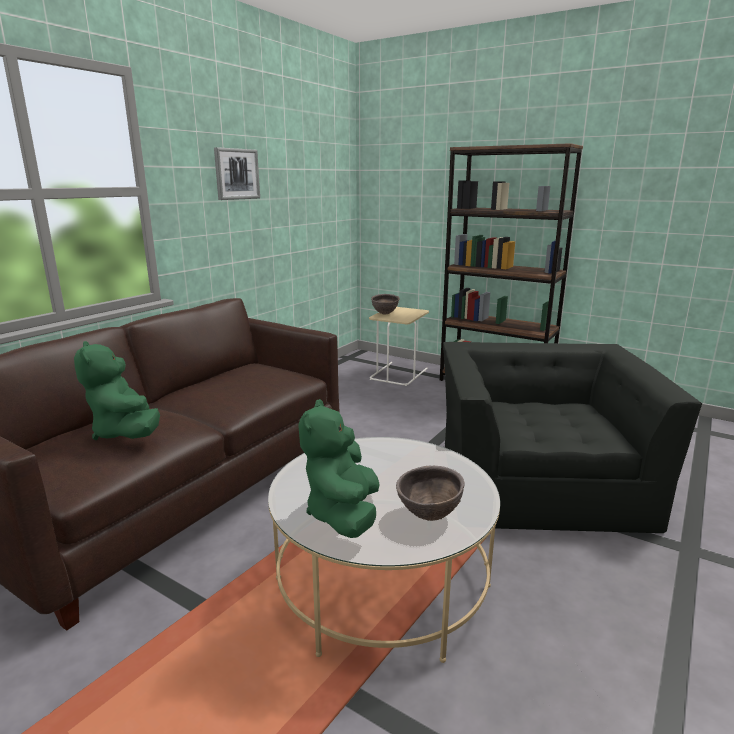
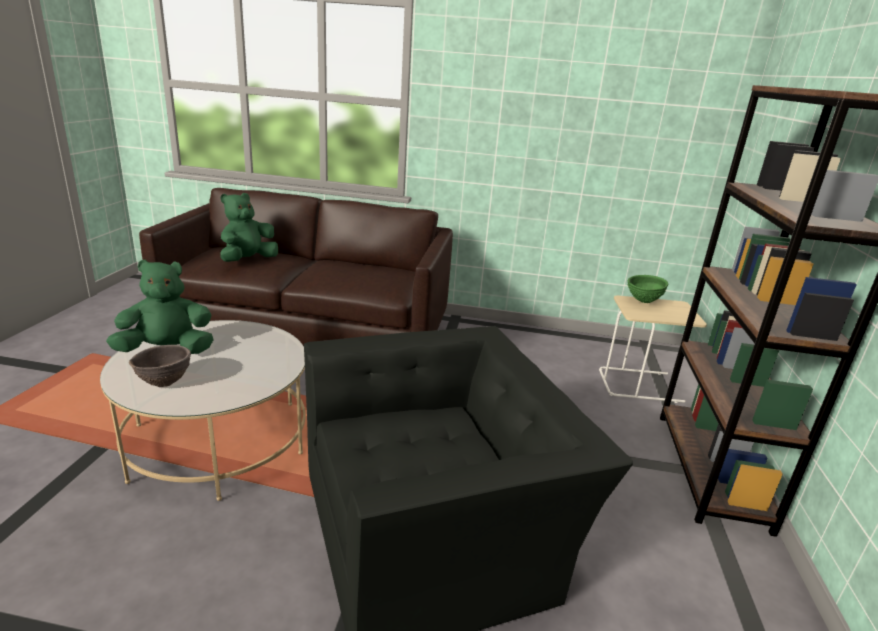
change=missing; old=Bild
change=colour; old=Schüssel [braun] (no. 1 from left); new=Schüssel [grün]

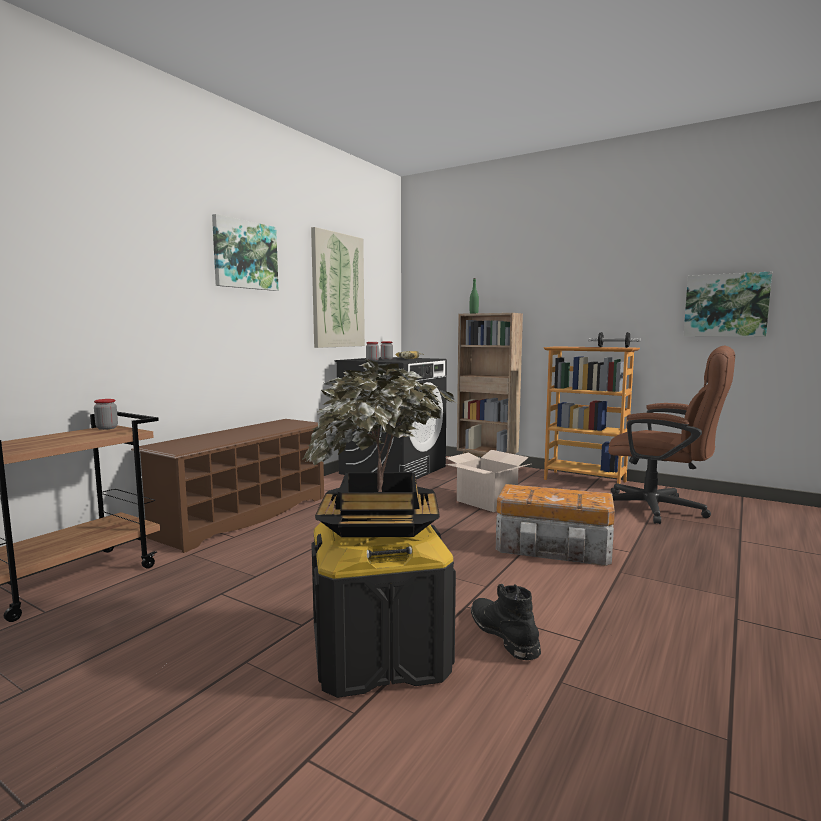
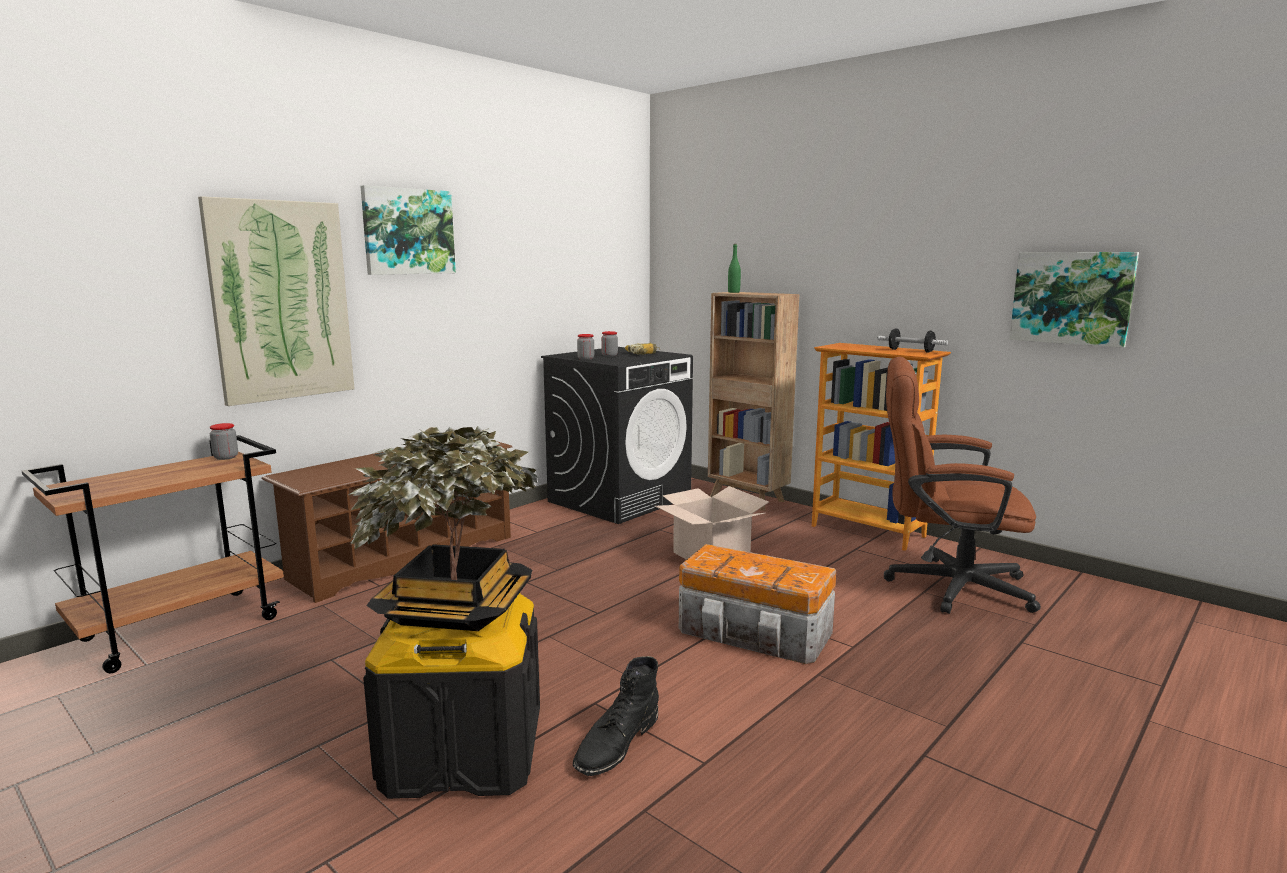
change=relocated; old=Bild (no. 2 from left in the first image); new=Bild (no. 1 from left)
change=spun; old=Stiefel [schwarz]; degrees=-135
change=spun; old=Bürostuhl [braun]; degrees=150

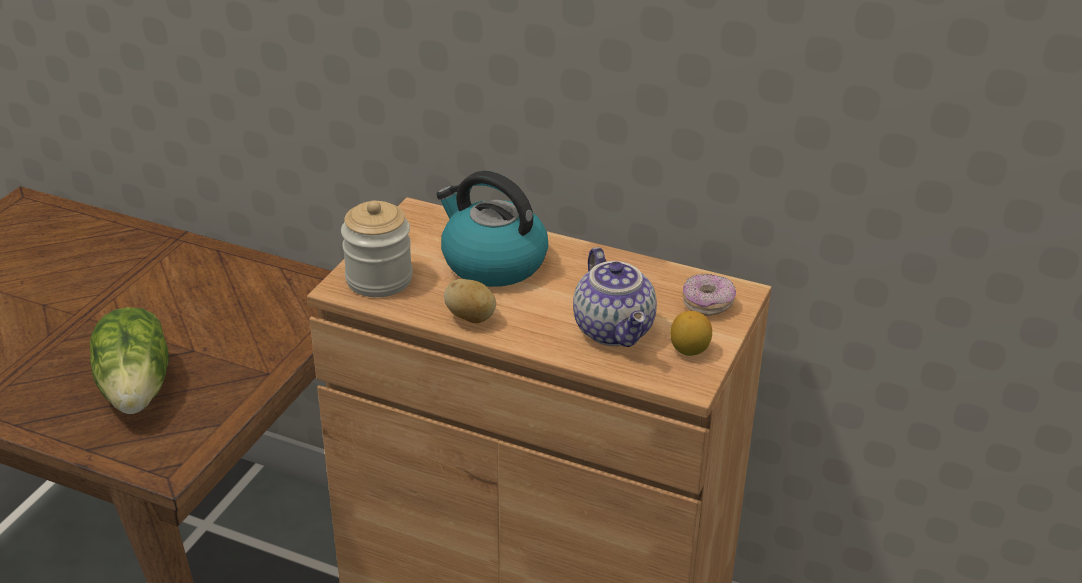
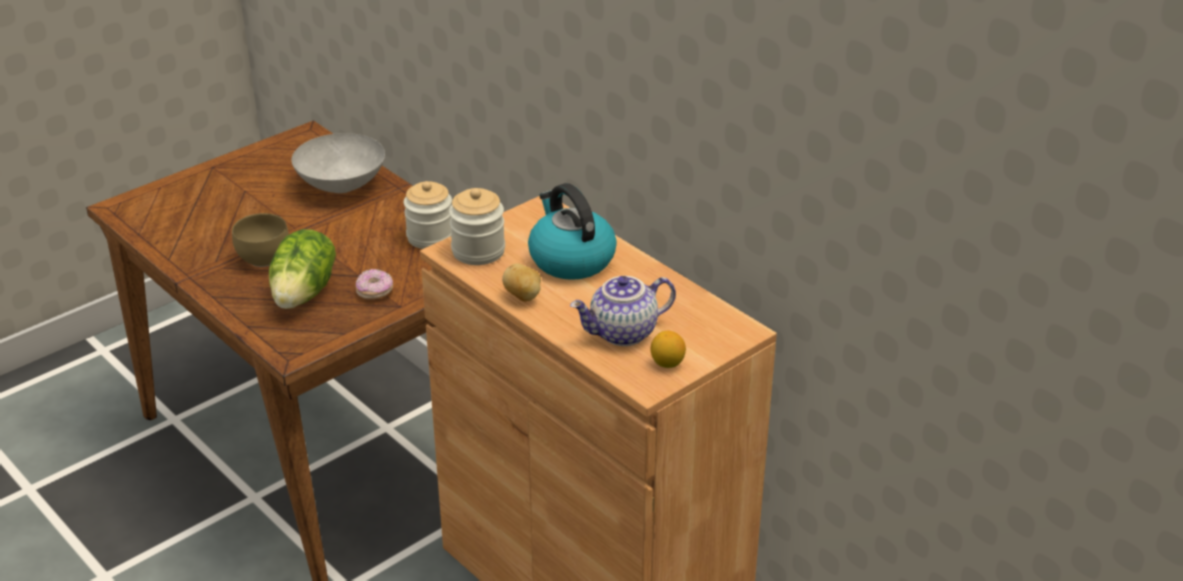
change=spun; old=Teekanne; degrees=60
change=relocated; old=Donut
change=appeared; new=Schüssel [braun]
change=appeared; new=Schüssel [grau]
change=appeared; new=Vorratsglas (no. 1 from left)

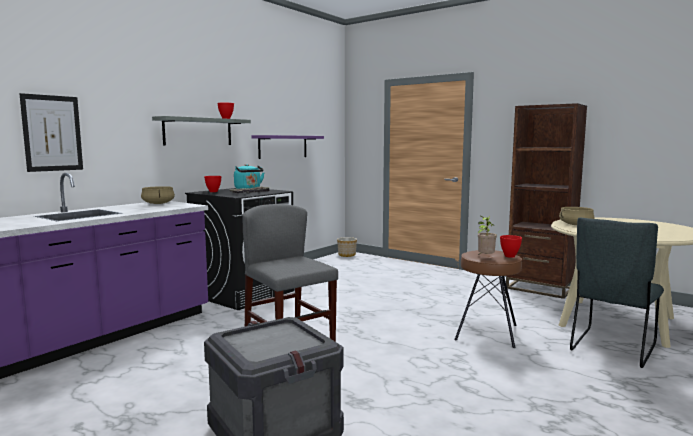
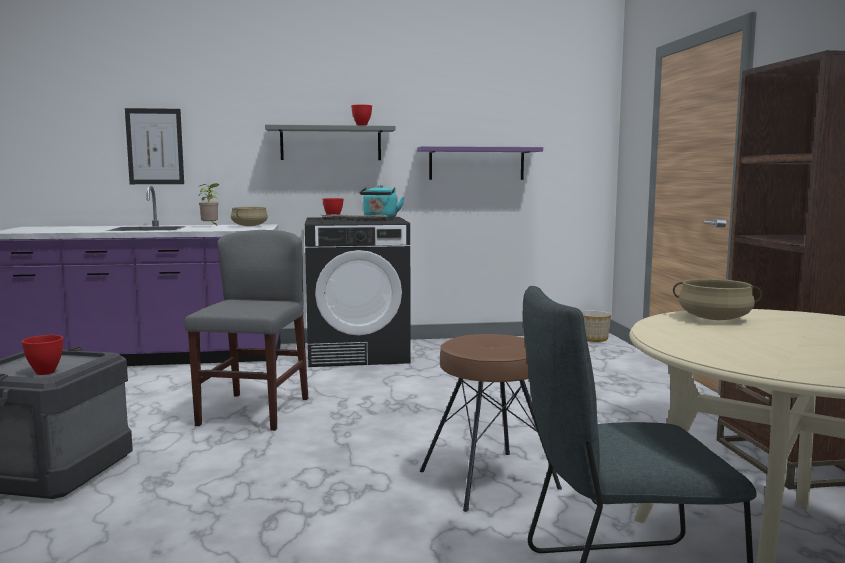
change=relocated; old=Topfpflanze
change=relocated; old=Schüssel [rot] (no. 3 from left in the first image); new=Schüssel [rot] (no. 1 from left)

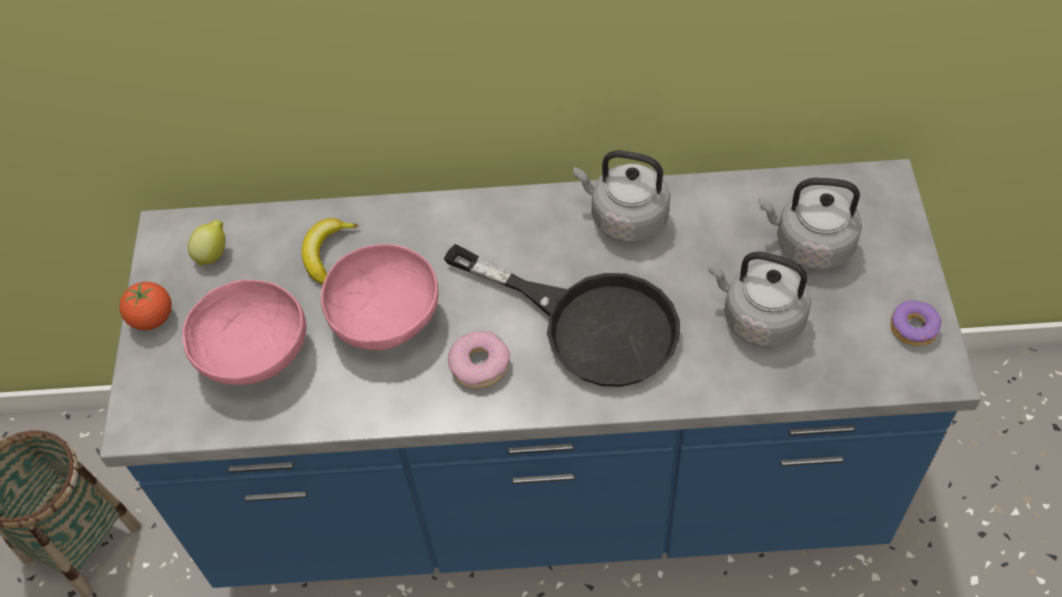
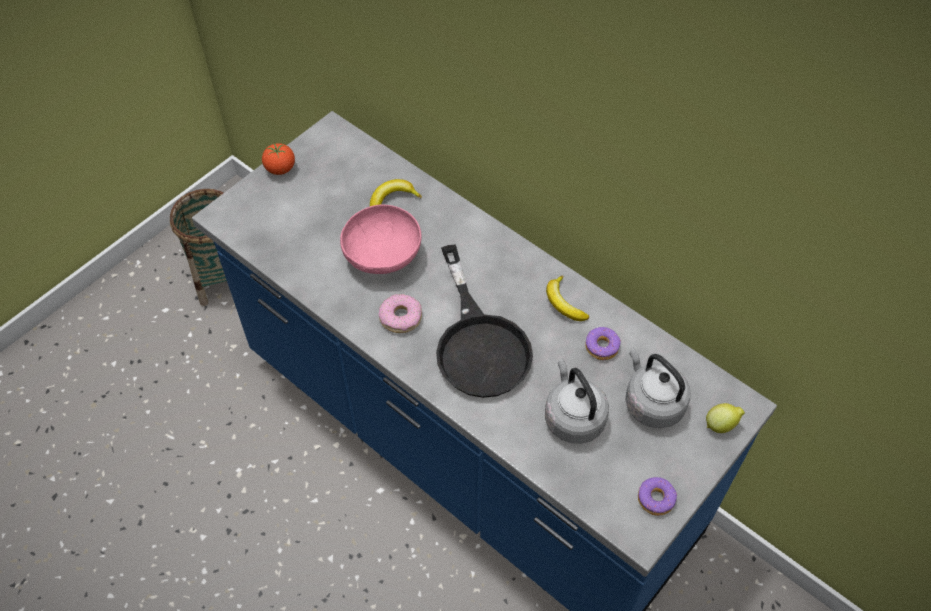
change=missing; old=Schüssel [rosa] (no. 1 from left)
change=relocated; old=Zitrone
change=exchanged; old=Wasserkessel [grau] (no. 1 from left); new=Banane (no. 2 from left)
change=appeared; new=Donut (no. 2 from left)

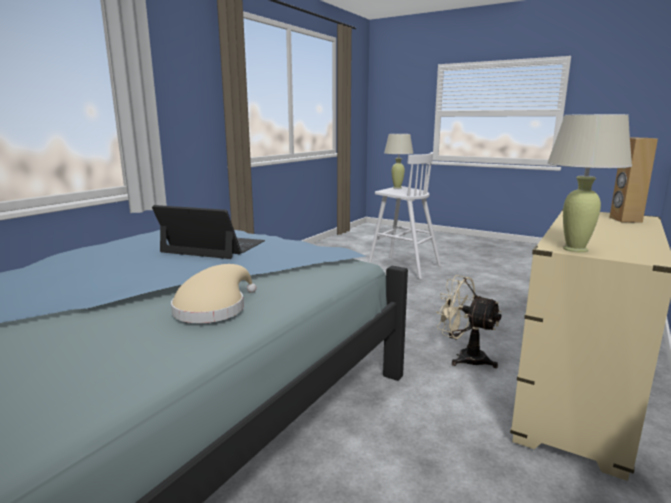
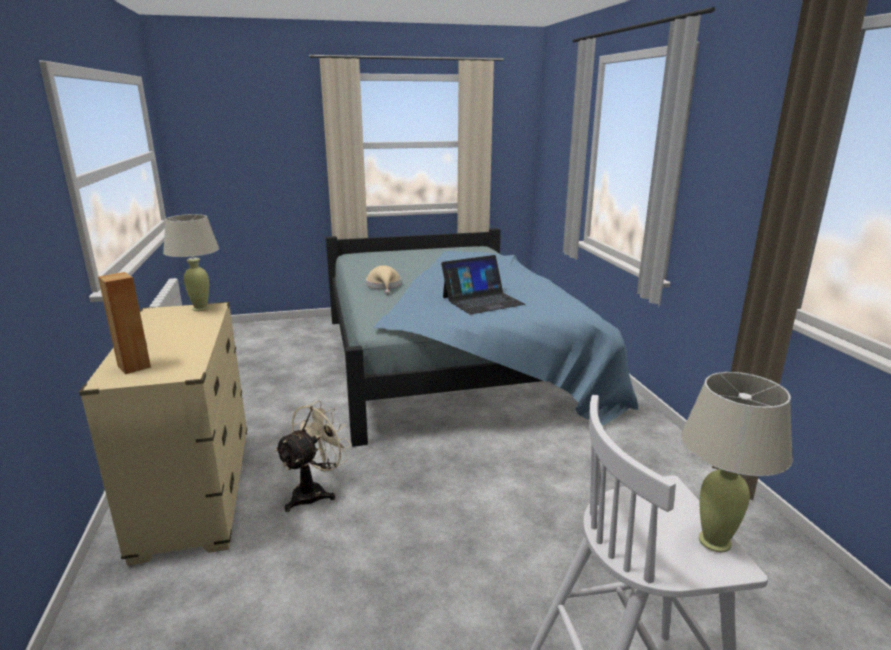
change=spun; old=Ventilator [beige]; degrees=-45

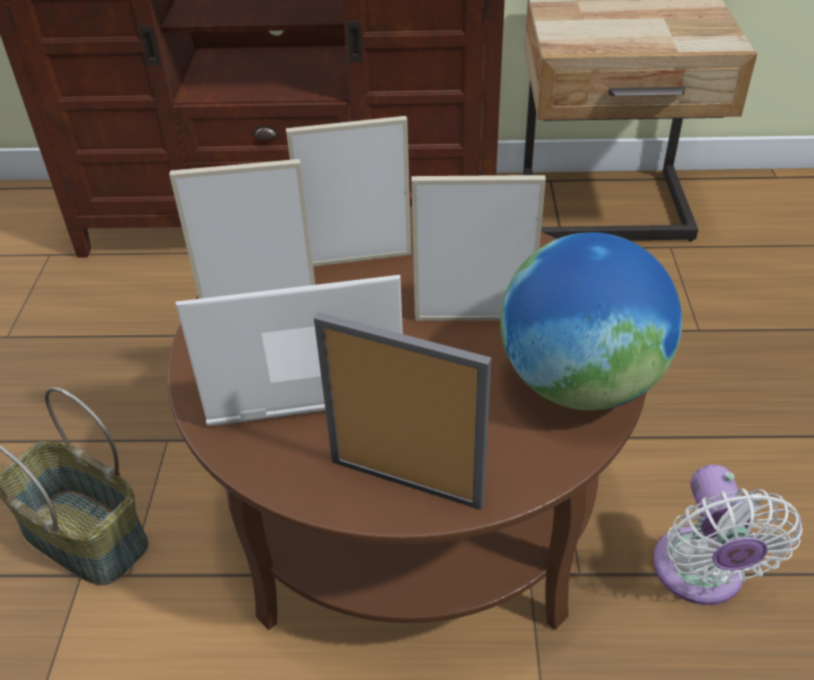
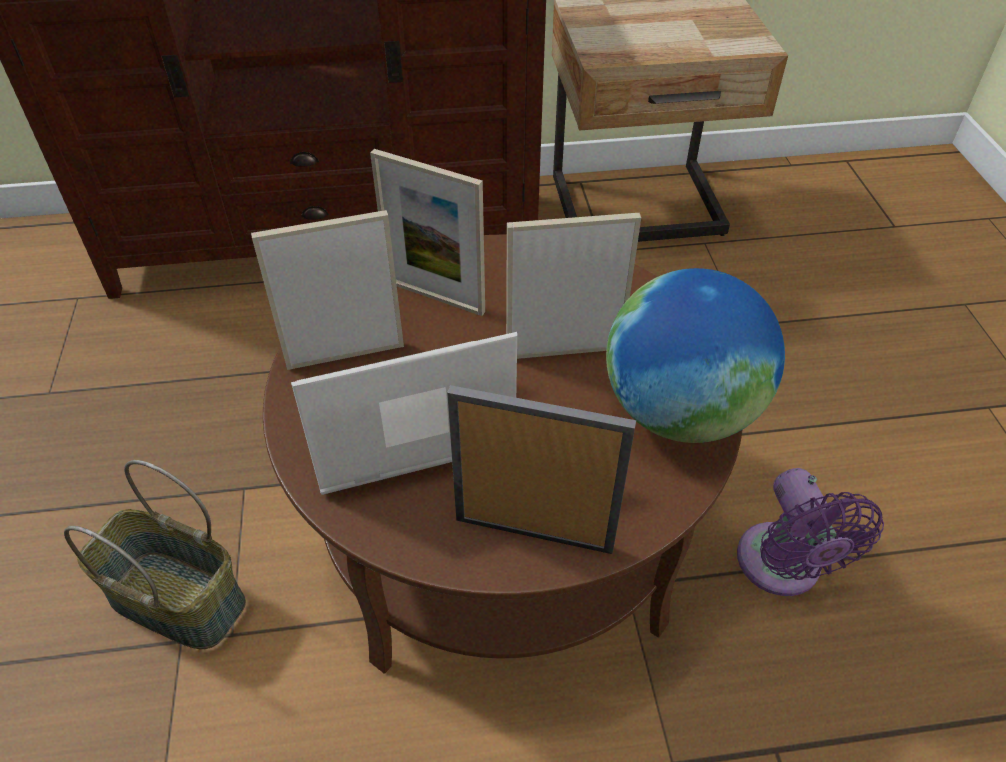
change=spun; old=Bilderrahmen (no. 2 from left); degrees=-135
change=colour; old=Ventilator [weiß]; new=Ventilator [lila]

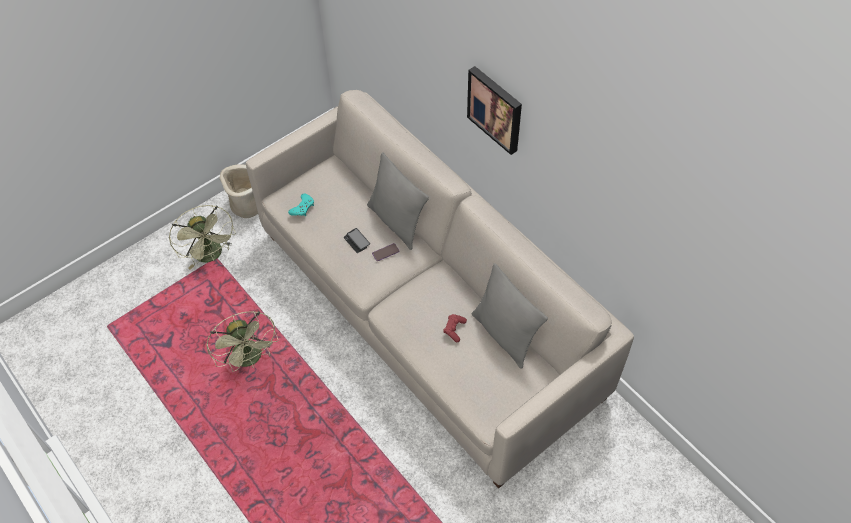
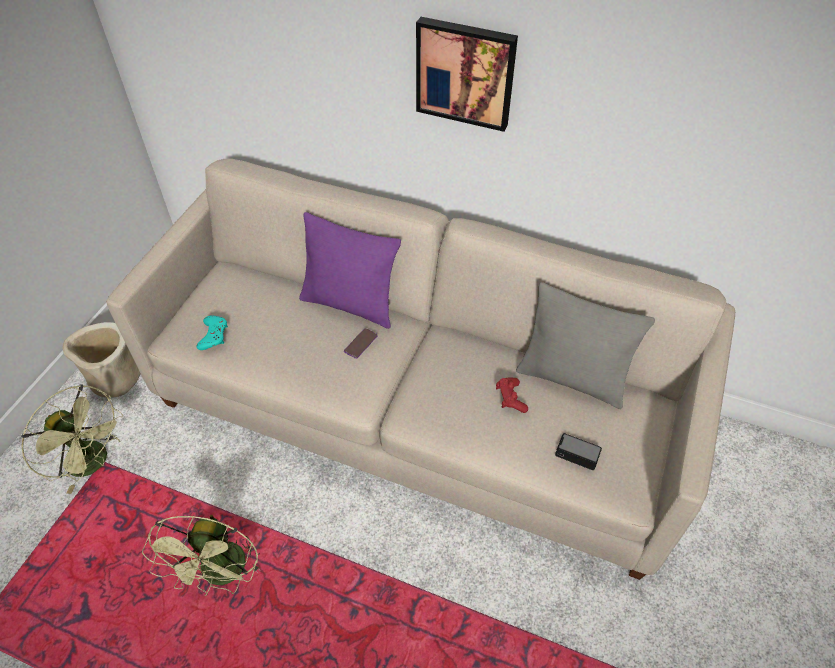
change=spun; old=Ventilator [grün] (no. 2 from left); degrees=60
change=relocated; old=Handy (no. 1 from left in the first image); new=Handy (no. 2 from left)
change=colour; old=Kissen [grau] (no. 1 from left); new=Kissen [lila]

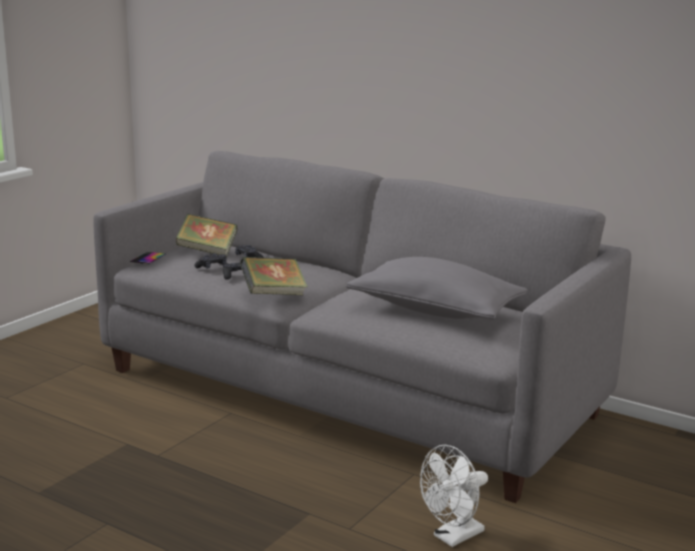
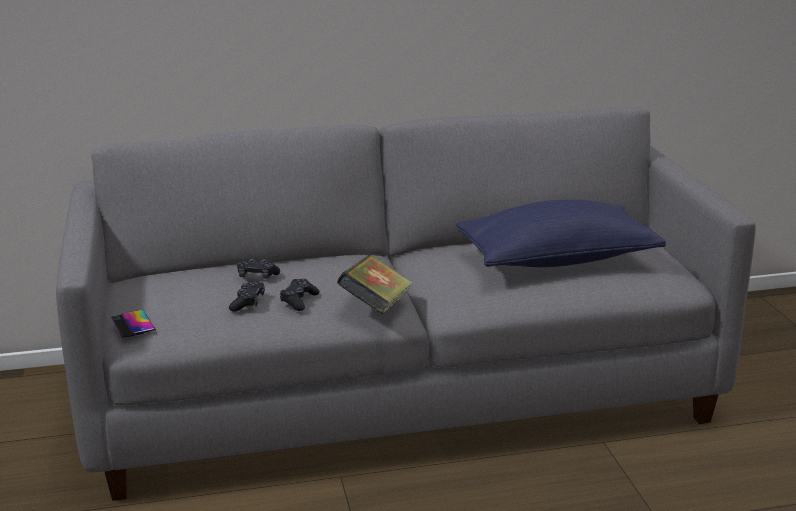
change=missing; old=Buch (no. 1 from left)
change=colour; old=Kissen [grau]; new=Kissen [blau]
change=missing; old=Ventilator [weiß]

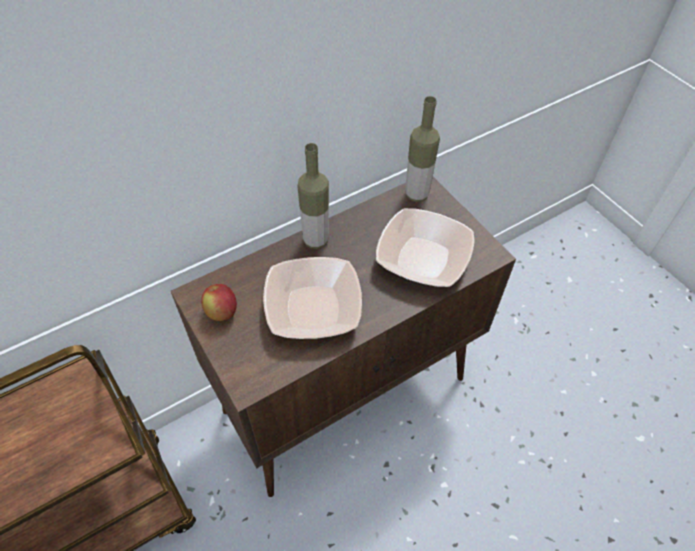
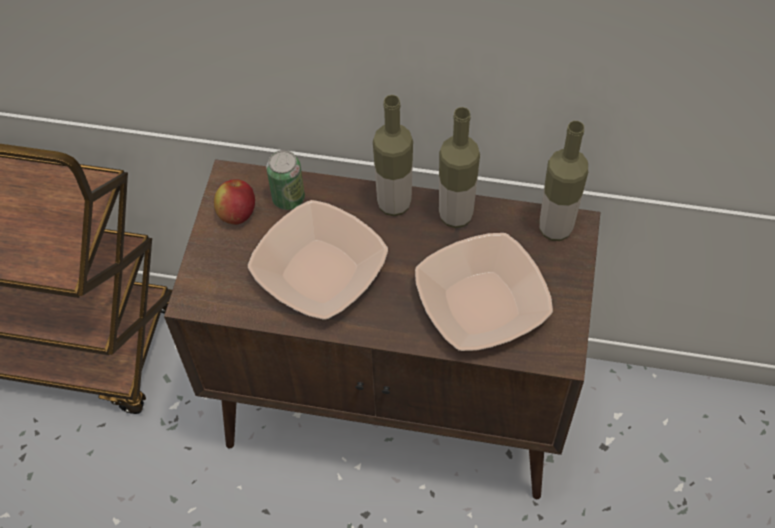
change=appeared; new=Dose
change=appeared; new=Flasche (no. 2 from left)

